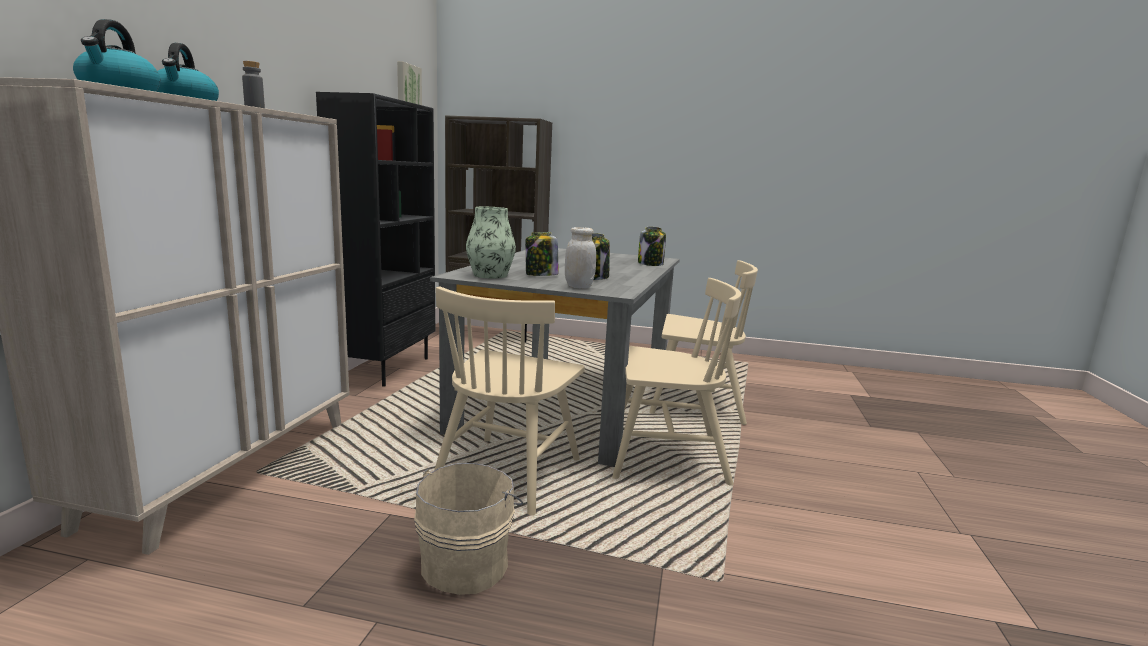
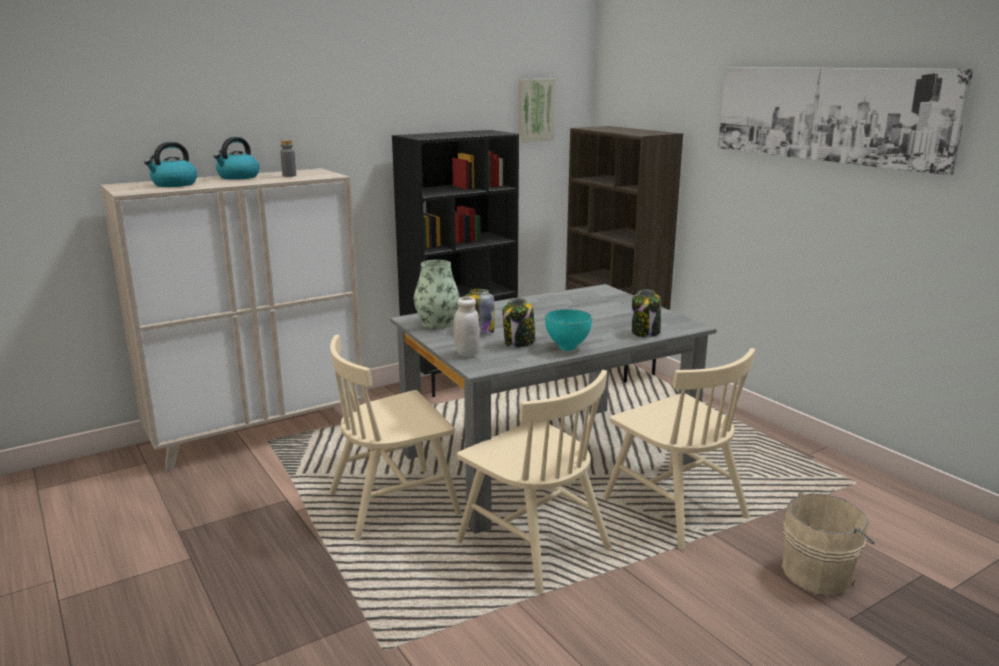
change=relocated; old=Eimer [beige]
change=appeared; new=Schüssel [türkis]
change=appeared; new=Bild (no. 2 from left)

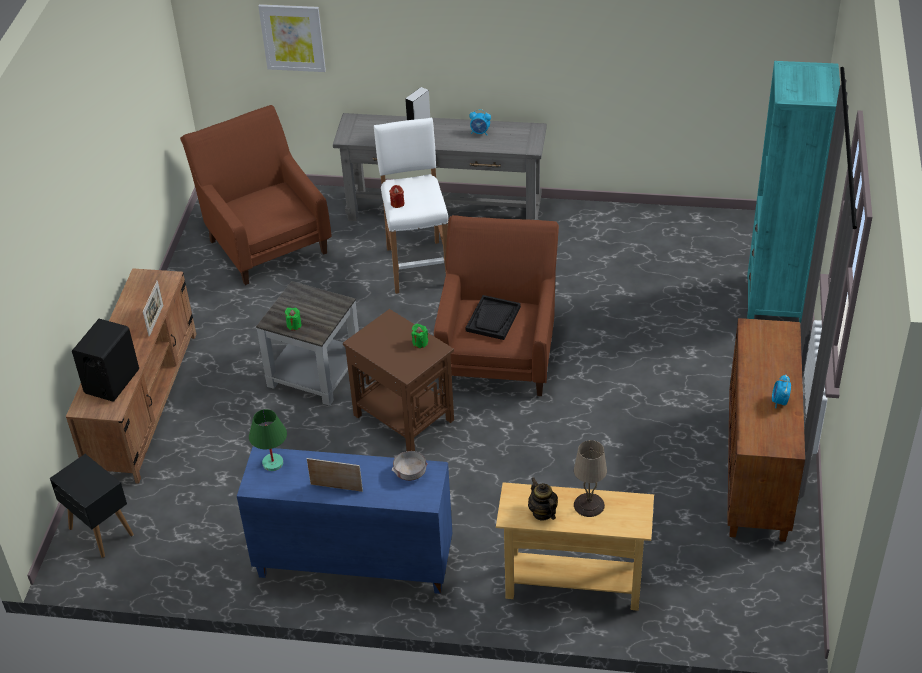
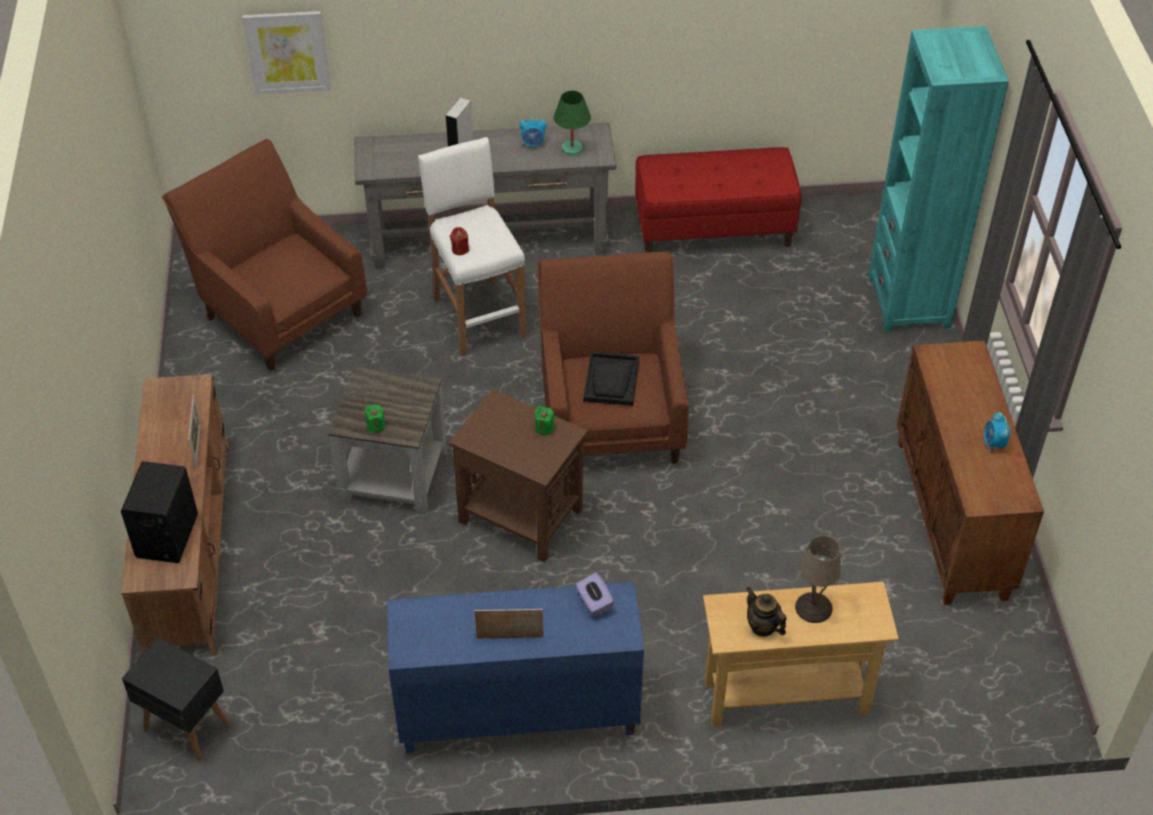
change=relocated; old=Tischlampe [grün]
change=exchanged; old=Schüssel [grau]; new=Taschentuchbox [lila]
change=appeared; new=Bank [rot]

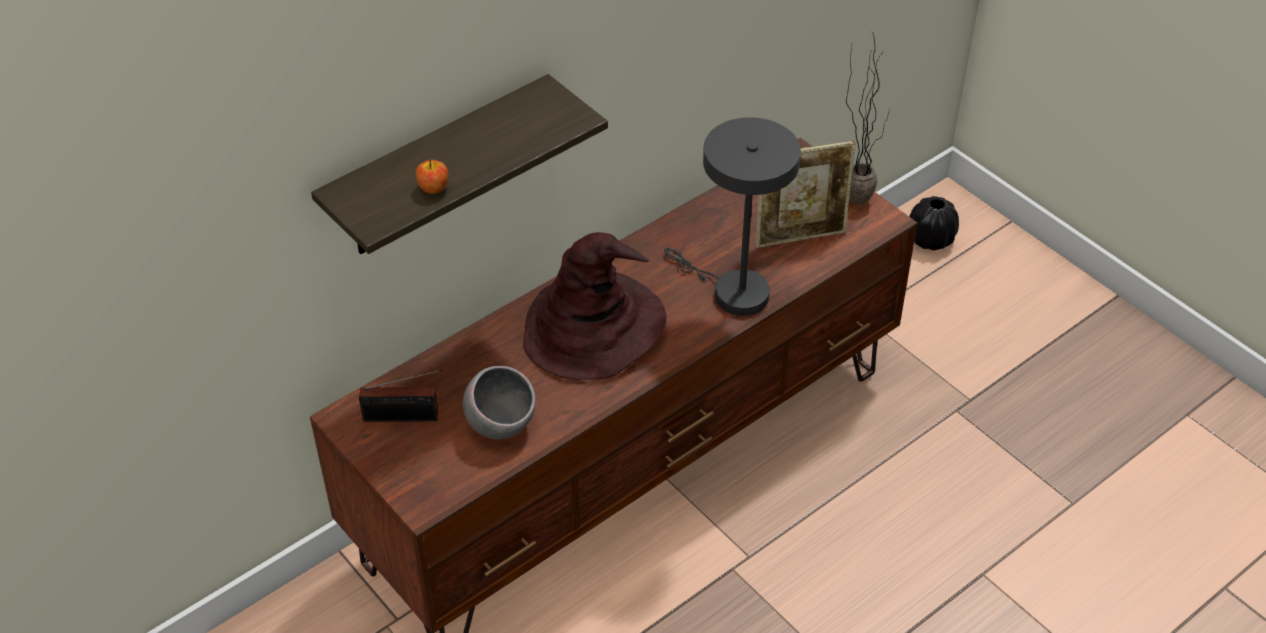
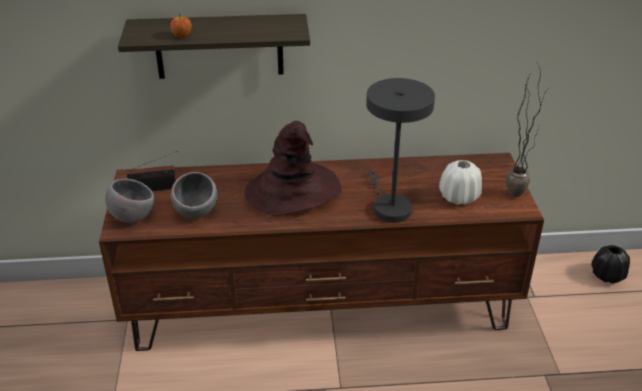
change=spun; old=Radio; degrees=-45
change=exchanged; old=Bilderrahmen; new=Vase [weiß]
change=appeared; new=Schüssel [grau] (no. 1 from left)

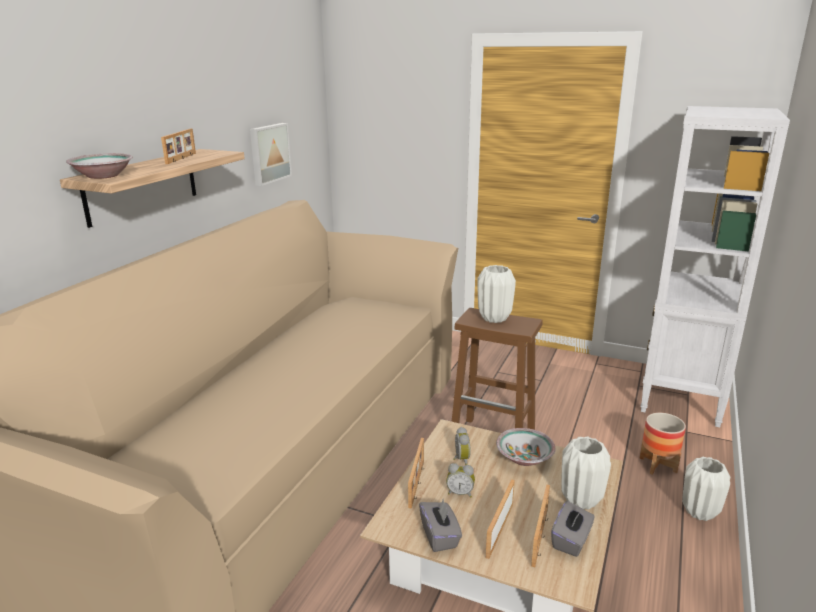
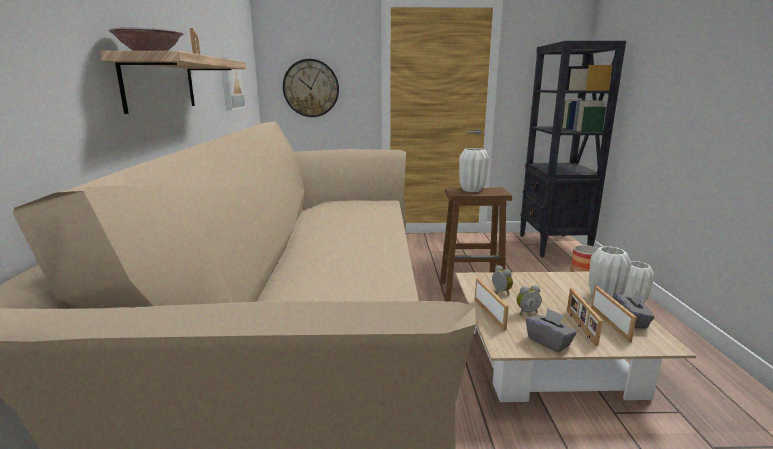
change=missing; old=Schüssel (no. 2 from left)
change=colour; old=Bücherregal [weiß]; new=Bücherregal [schwarz]
change=appeared; new=Wanduhr

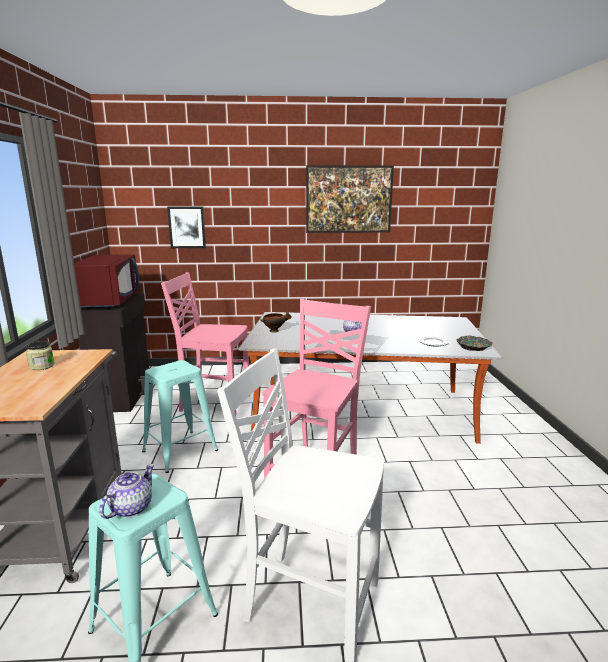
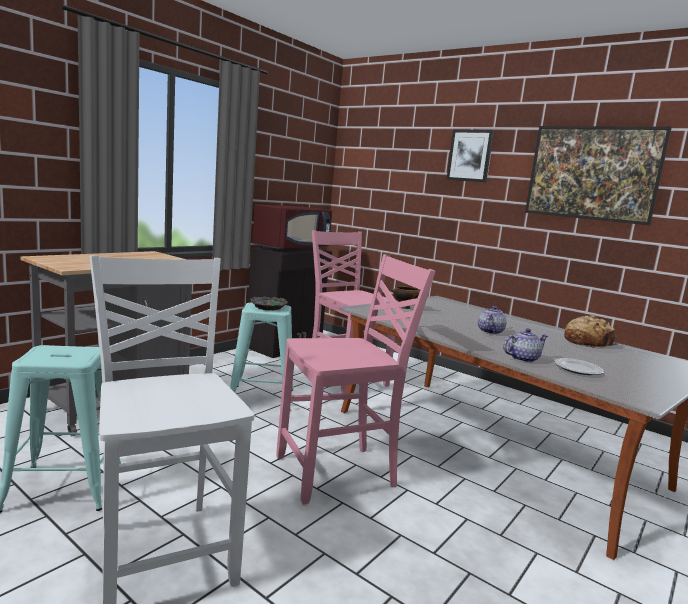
change=missing; old=Vorratsglas
change=relocated; old=Teekanne (no. 1 from left in the first image); new=Teekanne (no. 2 from left)
change=relocated; old=Bild (no. 1 from left)
change=relocated; old=Schüssel (no. 2 from left in the first image); new=Schüssel (no. 1 from left)
change=appeared; new=Brot

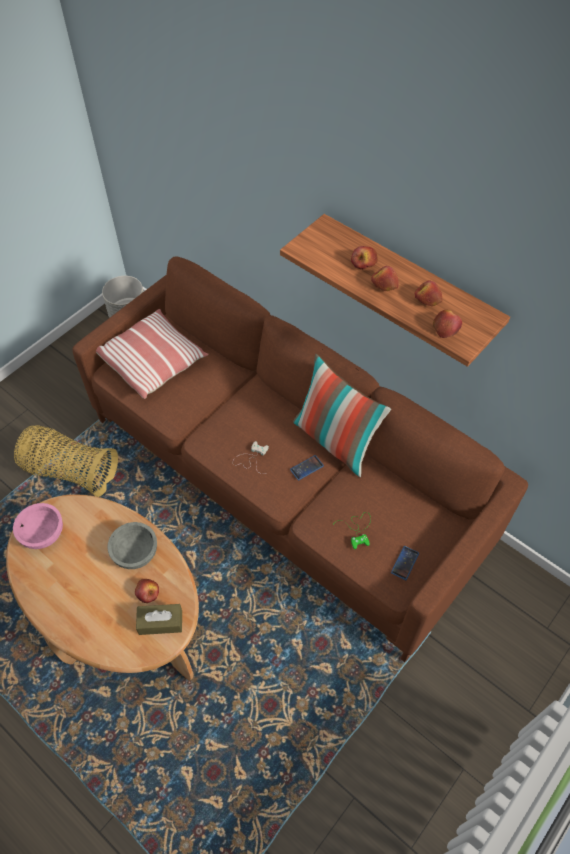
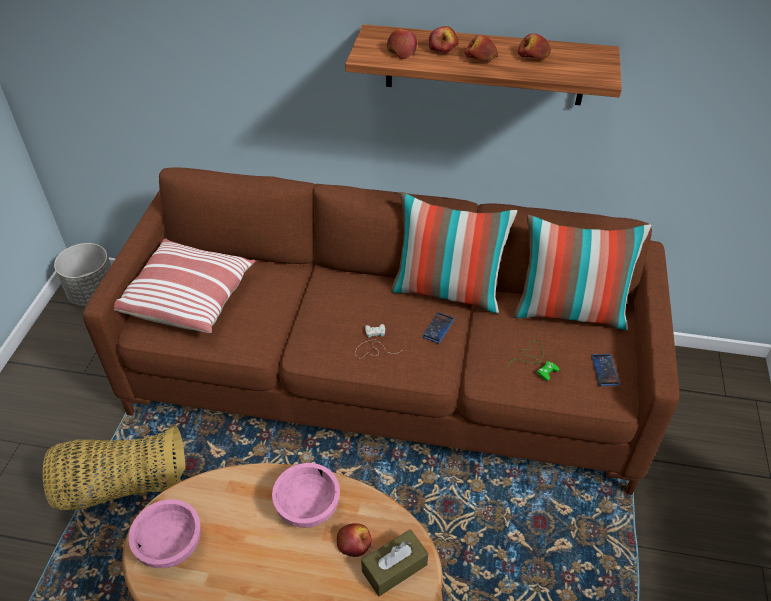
change=colour; old=Schüssel [grau]; new=Schüssel [rosa] (no. 2 from left)
change=relocated; old=Apfel (no. 5 from left in the first image); new=Apfel (no. 2 from left)
change=appeared; new=Kissen (no. 3 from left)

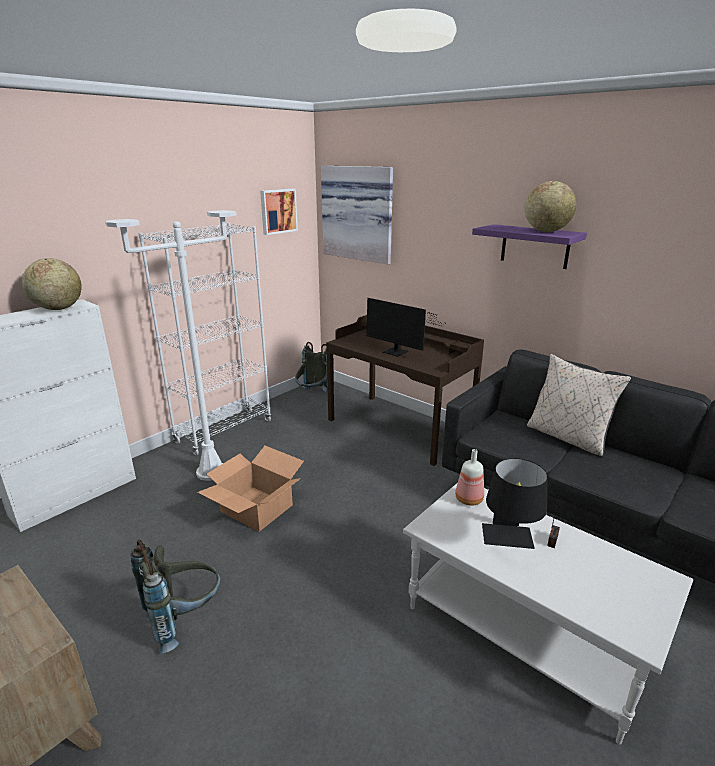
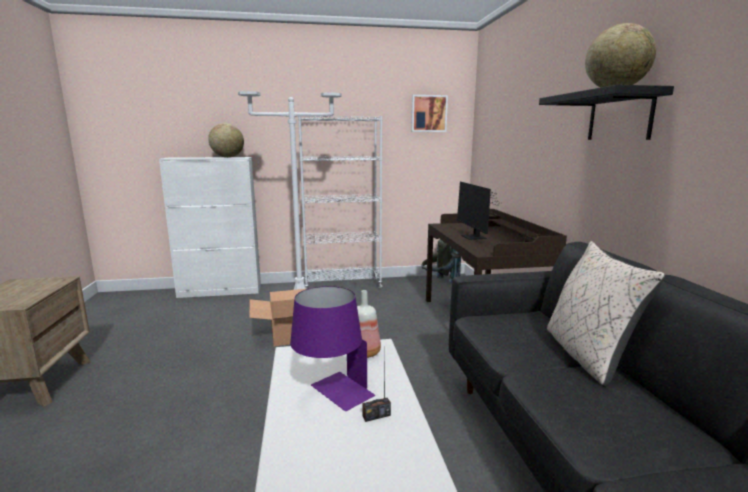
change=missing; old=Rucksack [grau] (no. 1 from left)
change=missing; old=Bild (no. 2 from left)
change=colour; old=Wandregal [lila]; new=Wandregal [schwarz]
change=colour; old=Tischlampe [schwarz]; new=Tischlampe [lila]

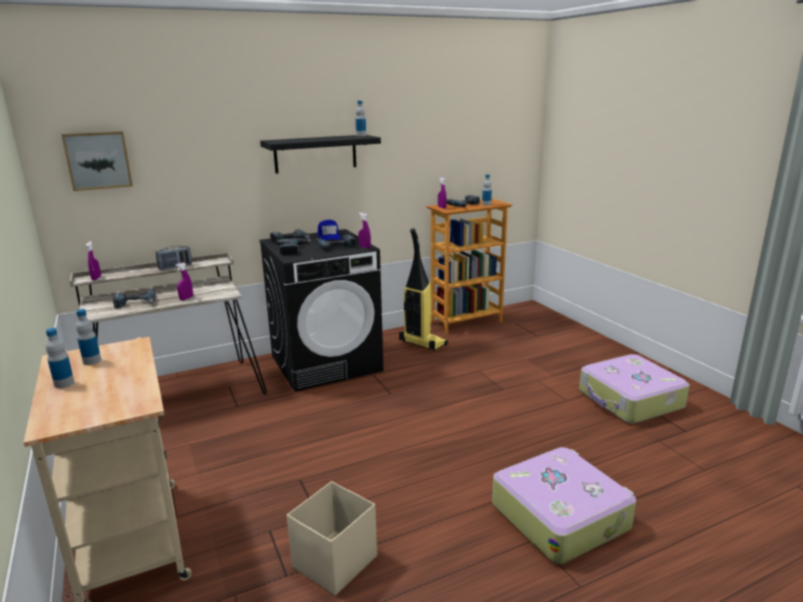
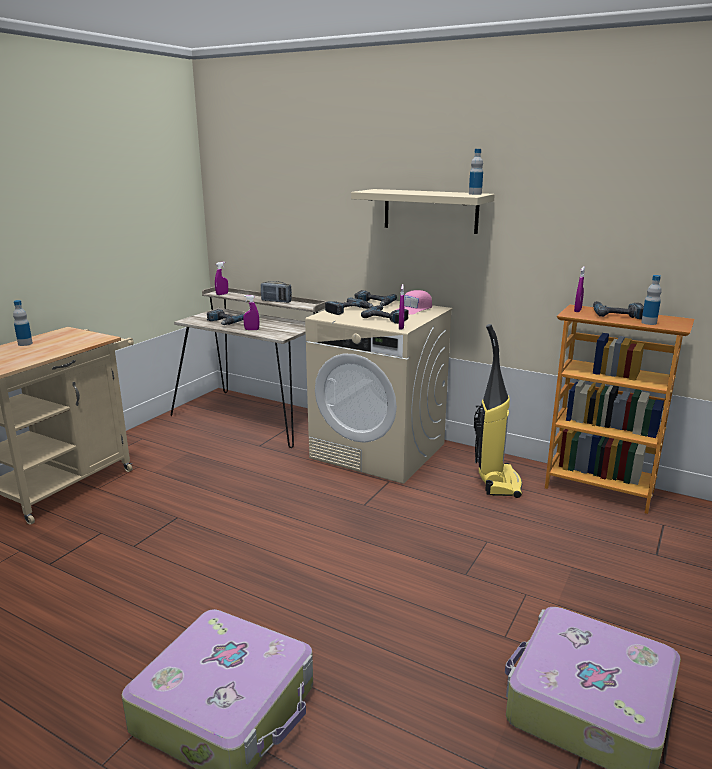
change=missing; old=Bild
change=missing; old=Flasche (no. 2 from left)
change=colour; old=Wandregal [schwarz]; new=Wandregal [beige]
change=colour; old=Waschmaschine [schwarz]; new=Waschmaschine [beige]
change=missing; old=Aufbewahrungsbox [beige]
change=colour; old=Kappe [blau]; new=Kappe [rosa]

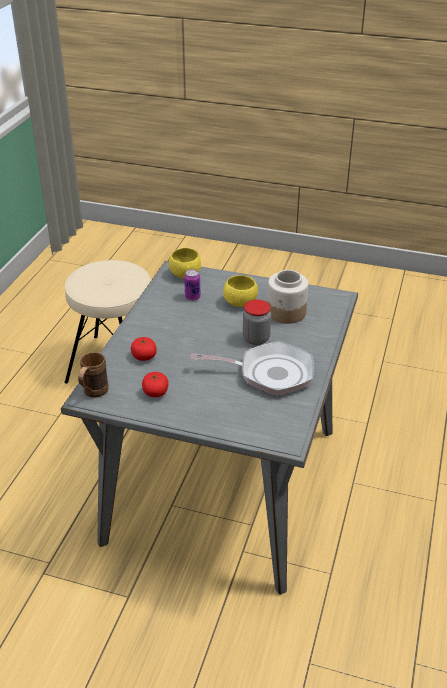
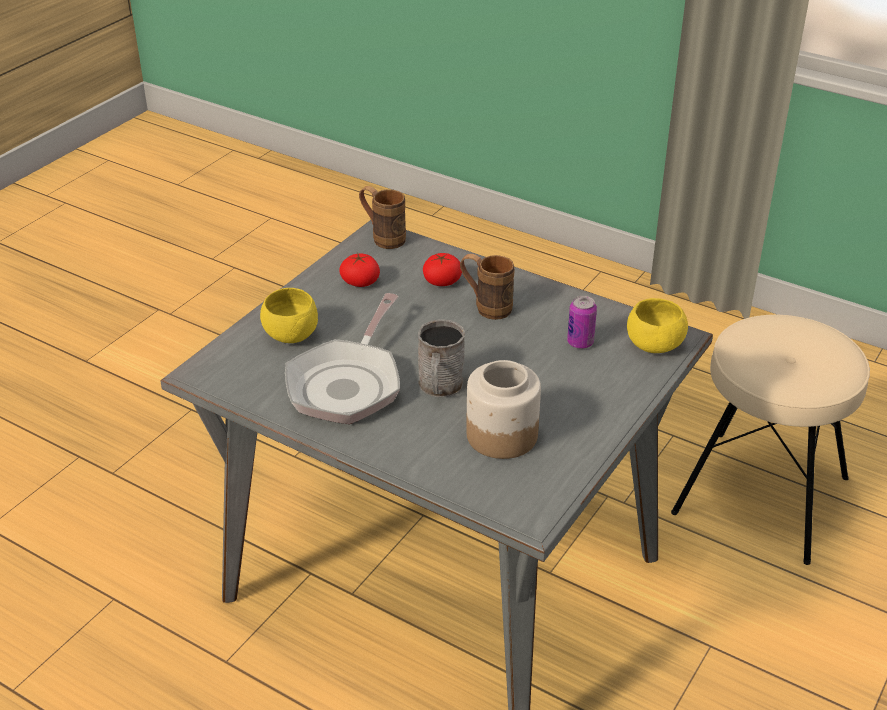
change=relocated; old=Schüssel [gelb] (no. 2 from left in the first image); new=Schüssel [gelb] (no. 1 from left)
change=exchanged; old=Vorratsglas (no. 1 from left); new=Henkelbecher [grau]
change=appeared; new=Henkelbecher [braun] (no. 2 from left)

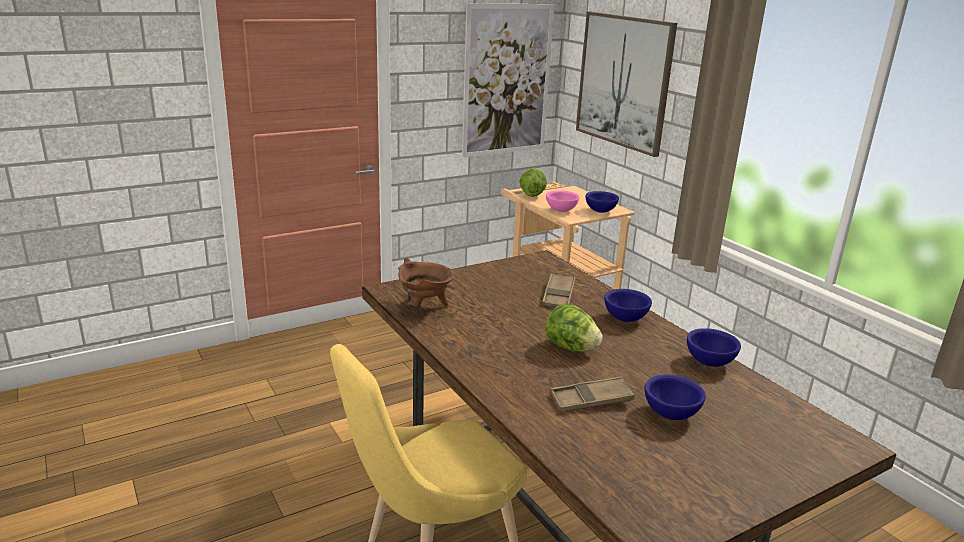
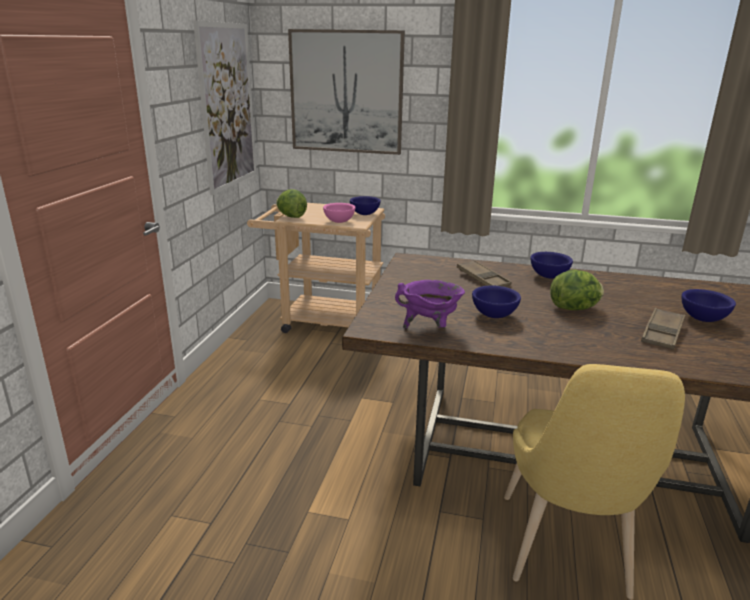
change=colour; old=Kochtopf [braun]; new=Kochtopf [lila]
change=relocated; old=Schüssel [blau] (no. 4 from left in the first image); new=Schüssel [blau] (no. 2 from left)

